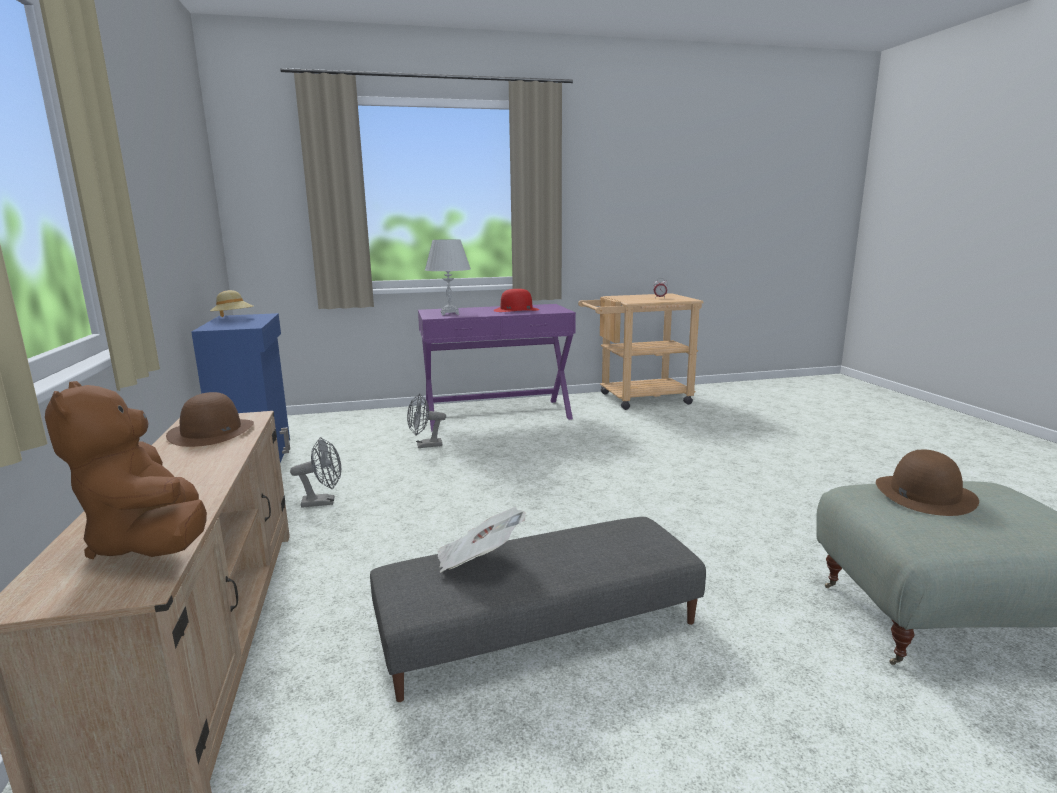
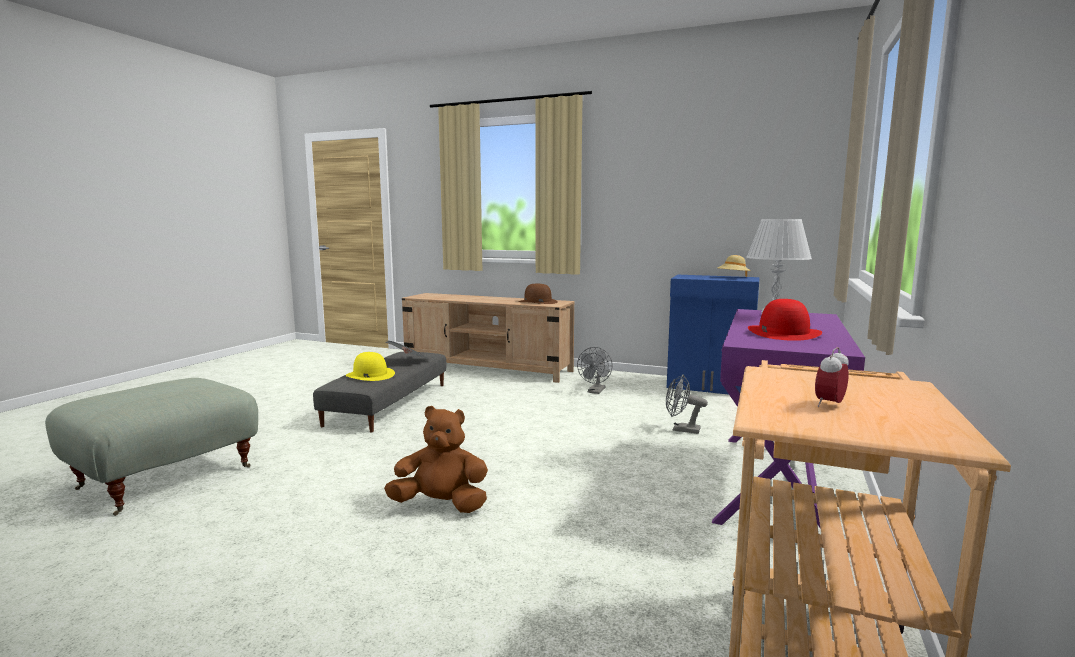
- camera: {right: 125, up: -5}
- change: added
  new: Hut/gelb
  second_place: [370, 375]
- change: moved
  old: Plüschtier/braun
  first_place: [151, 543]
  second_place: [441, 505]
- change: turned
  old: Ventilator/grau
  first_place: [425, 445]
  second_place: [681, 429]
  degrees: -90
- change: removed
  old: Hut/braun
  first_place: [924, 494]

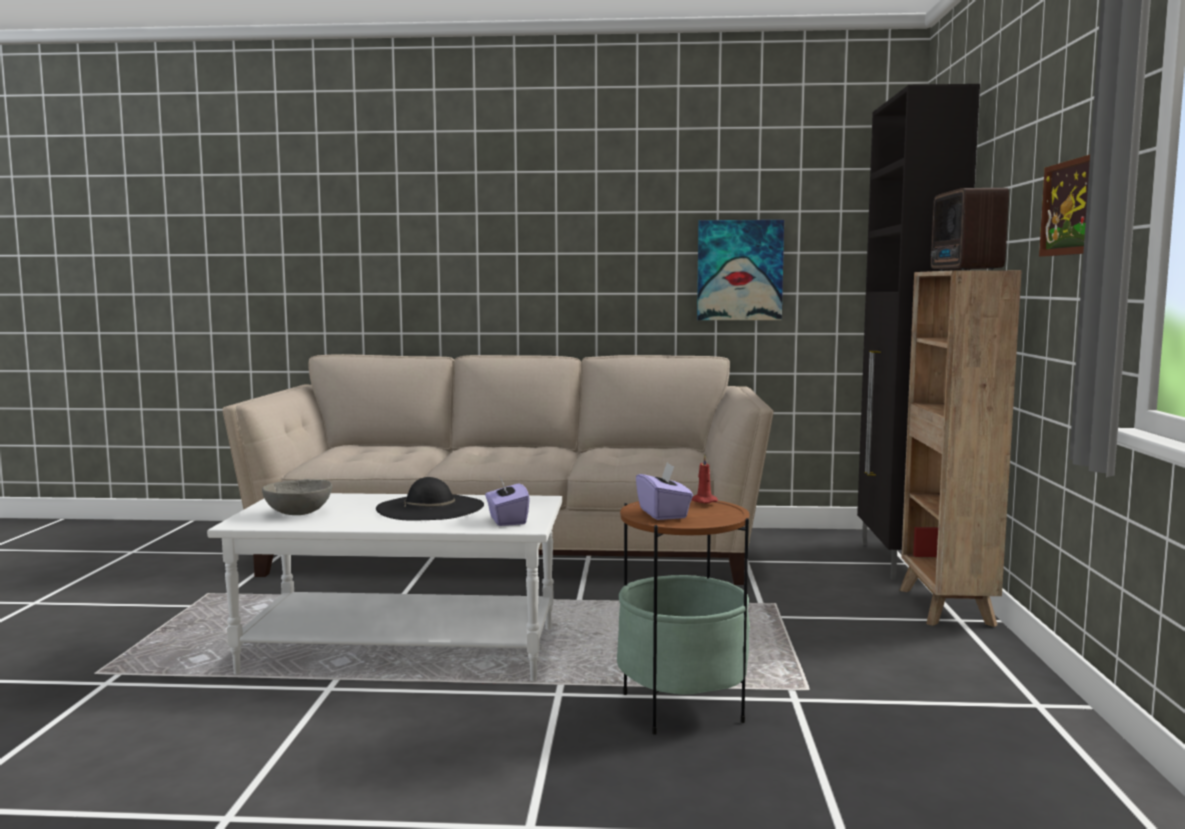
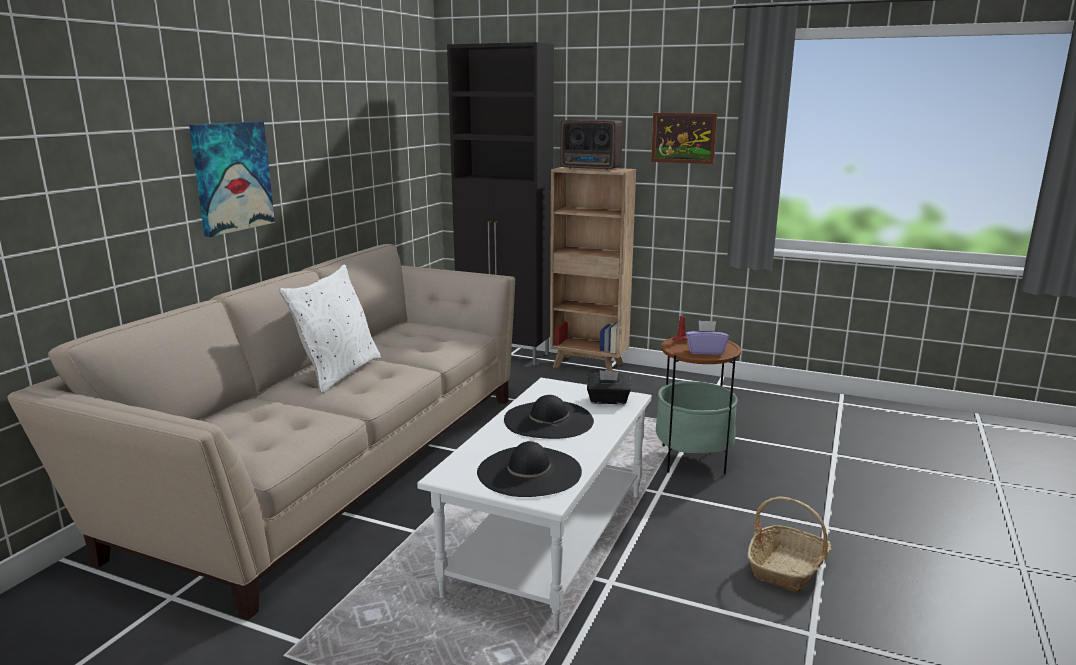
- camera: {right: -70, up: 10}
- change: moved
  old: Bild
  first_place: [739, 270]
  second_place: [232, 177]
- change: added
  new: Kissen/weiß
  second_place: [337, 372]
- change: replaced
  old: Schüssel/grau
  new: Hut/schwarz
  first_place: [297, 513]
  second_place: [529, 471]
- change: recoloured
  old: Taschentuchbox/lila
  new: Taschentuchbox/schwarz
  first_place: [506, 520]
  second_place: [608, 400]
- change: added
  new: Korb
  second_place: [787, 568]

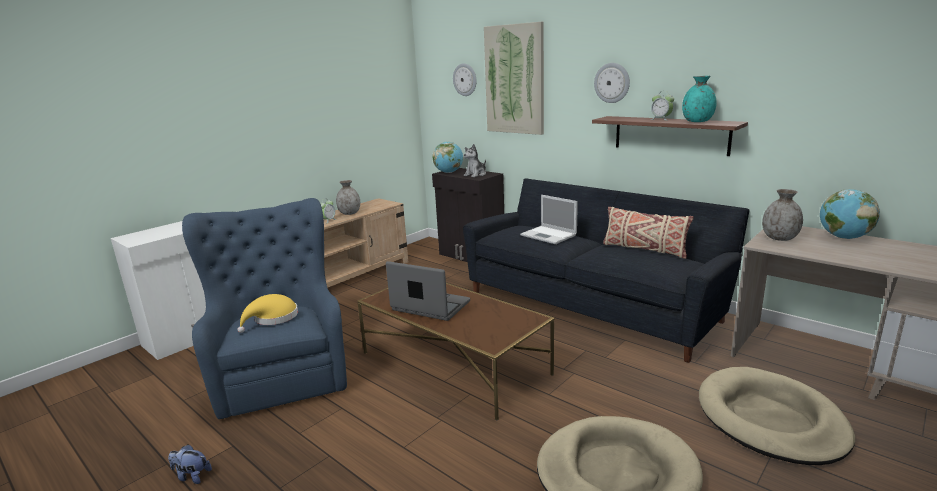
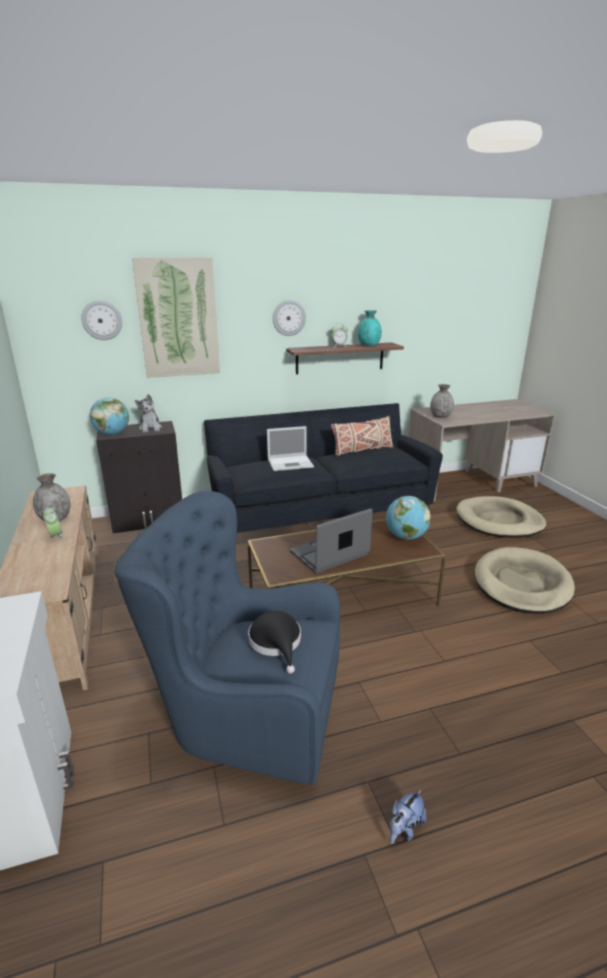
- camera: {right: -60, up: 5}
- change: recoloured
  old: Hut/gelb
  new: Hut/schwarz
  first_place: [273, 318]
  second_place: [276, 642]
- change: moved
  old: Globus
  first_place: [843, 237]
  second_place: [405, 537]

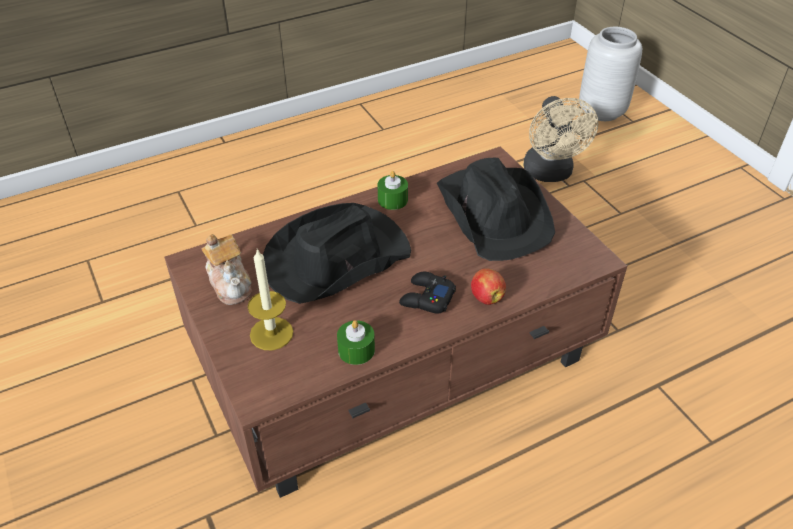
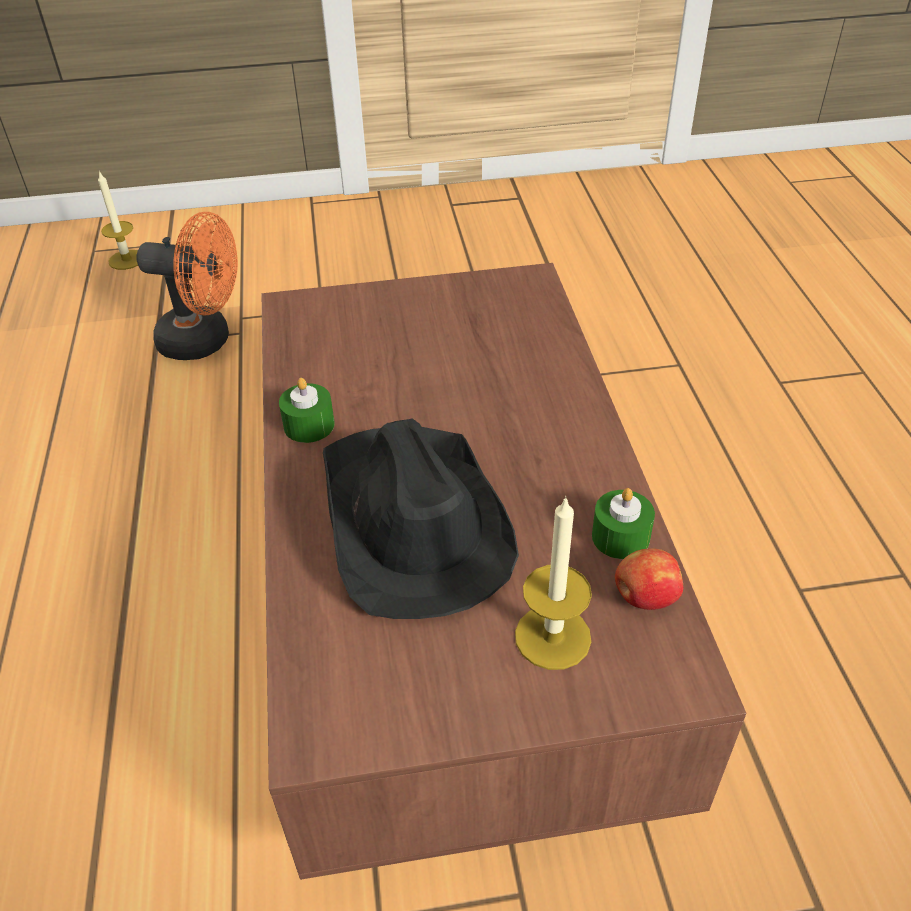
- camera: {right: -70, up: 0}
- change: replaced
  old: Vase/grau
  new: Kerze
  first_place: [602, 112]
  second_place: [126, 259]
- change: recoloured
  old: Ventilator/beige
  new: Ventilator/orange
  first_place: [550, 174]
  second_place: [205, 341]
- change: moved
  old: Apfel
  first_place: [486, 297]
  second_place: [644, 597]
- change: removed
  old: Teekanne
  first_place: [230, 283]
- change: removed
  old: Gamepad/schwarz
  first_place: [426, 298]
- change: removed
  old: Hut/schwarz
  first_place: [494, 212]

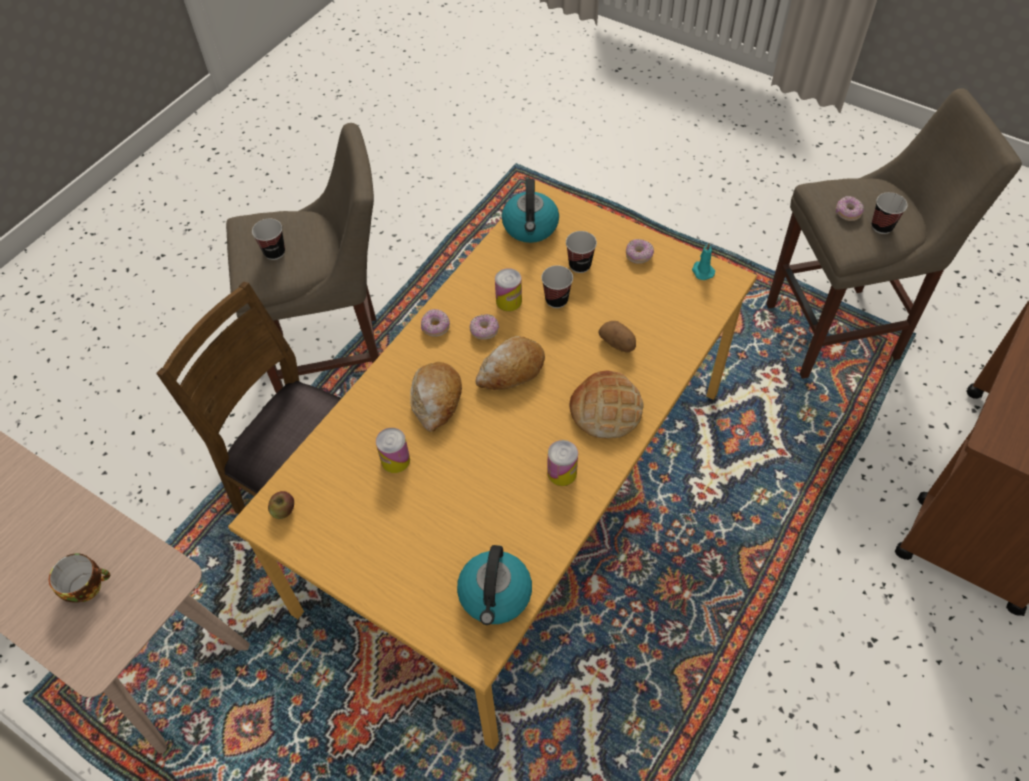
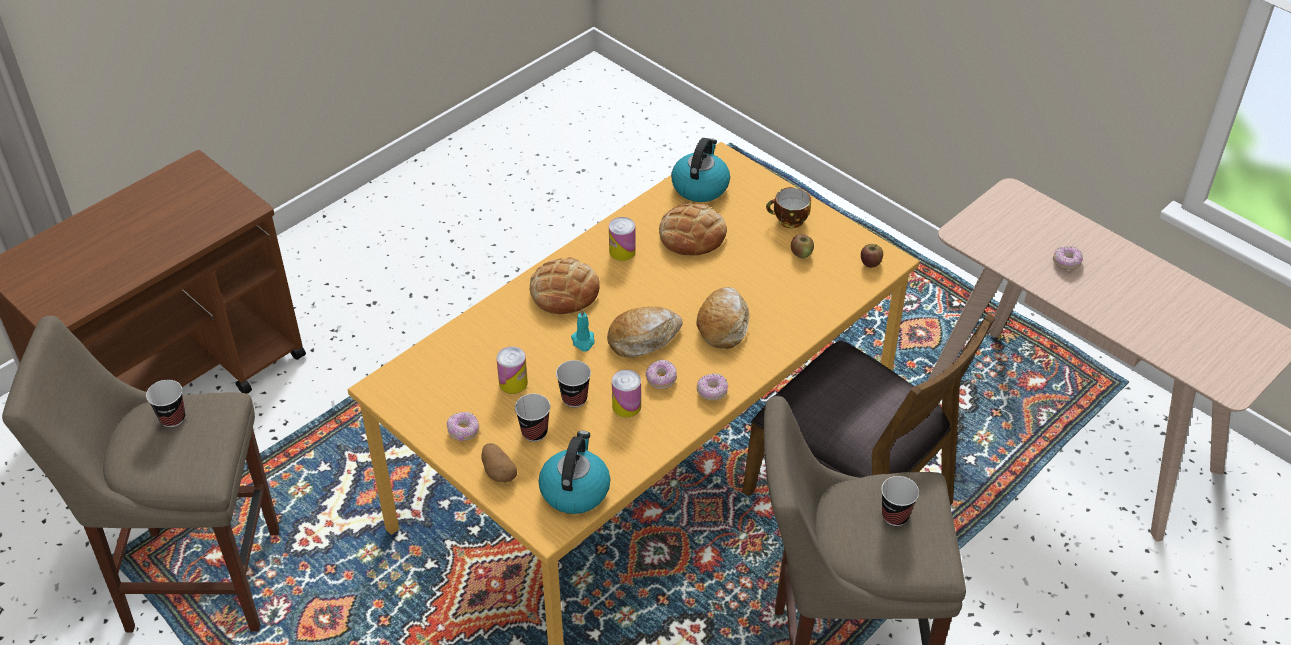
- camera: {right: -170, up: -10}
- change: moved
  old: Kartoffel
  first_place: [618, 343]
  second_place: [498, 471]
- change: moved
  old: Dose
  first_place: [395, 460]
  second_place: [513, 383]
- change: moved
  old: Kerze/türkis
  first_place: [702, 271]
  second_place: [583, 341]
- change: added
  new: Brot
  second_place: [692, 235]
- change: moved
  old: Tasse
  first_place: [88, 586]
  second_place: [789, 221]
- change: added
  new: Apfel
  second_place: [801, 253]
- change: moved
  old: Donut
  first_place: [847, 213]
  second_place: [1066, 263]

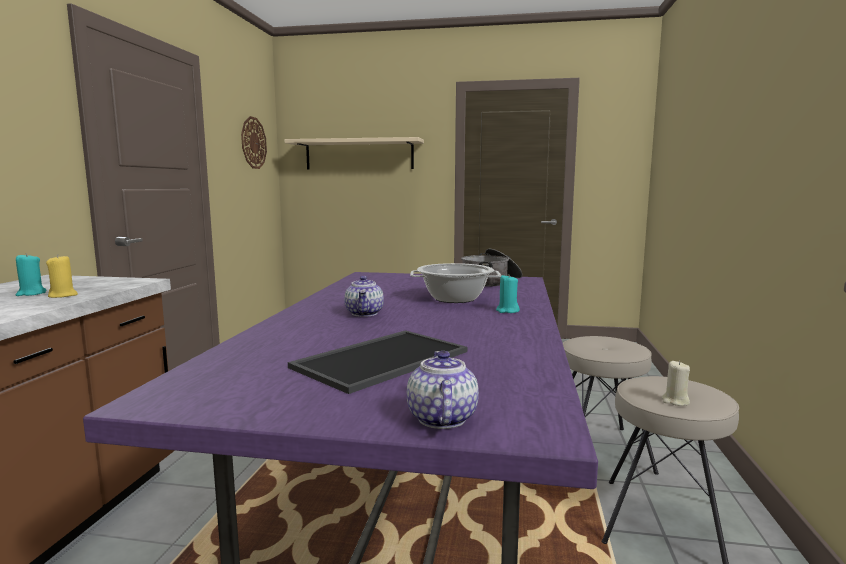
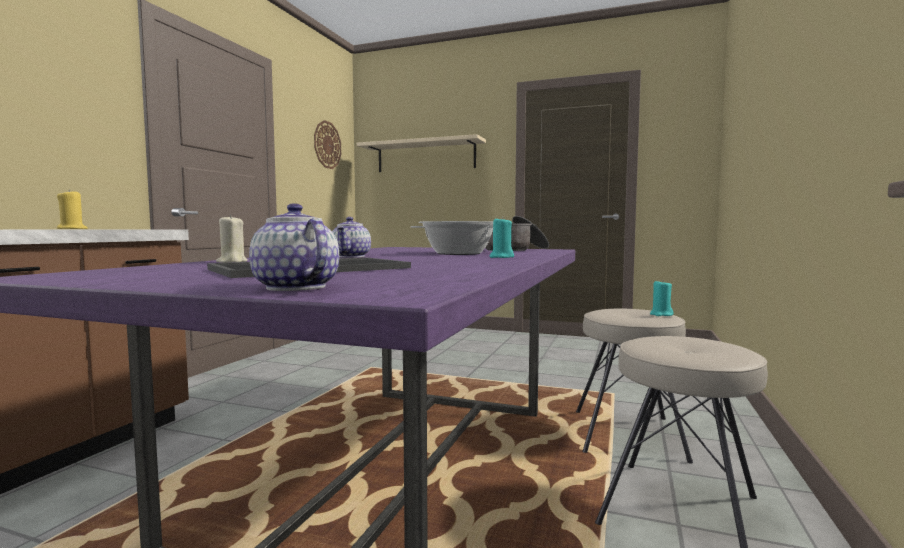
- camera: {right: 10, up: -5}
- change: moved
  old: Kerze/beige
  first_place: [675, 401]
  second_place: [232, 262]
- change: turned
  old: Teekanne
  first_place: [441, 418]
  second_place: [294, 287]
  degrees: -45
- change: moved
  old: Kerze/türkis
  first_place: [31, 293]
  second_place: [661, 314]

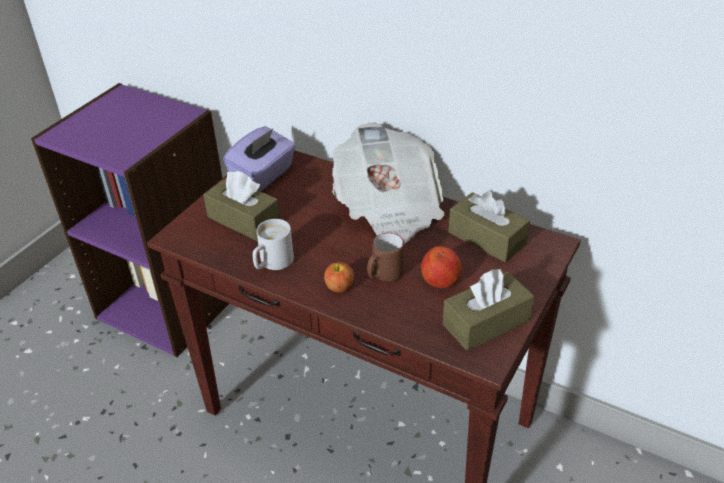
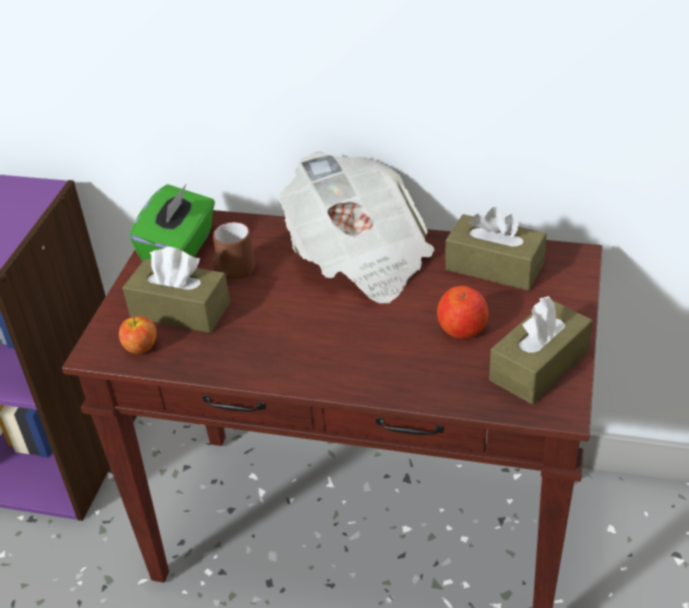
- camera: {right: -15, up: 0}
- change: moved
  old: Apfel
  first_place: [339, 287]
  second_place: [141, 347]
- change: recoloured
  old: Taschentuchbox/lila
  new: Taschentuchbox/grün
  first_place: [263, 175]
  second_place: [180, 249]
- change: moved
  old: Henkelbecher/braun
  first_place: [384, 275]
  second_place: [233, 274]
- change: removed
  old: Henkelbecher/weiß
  first_place: [272, 263]

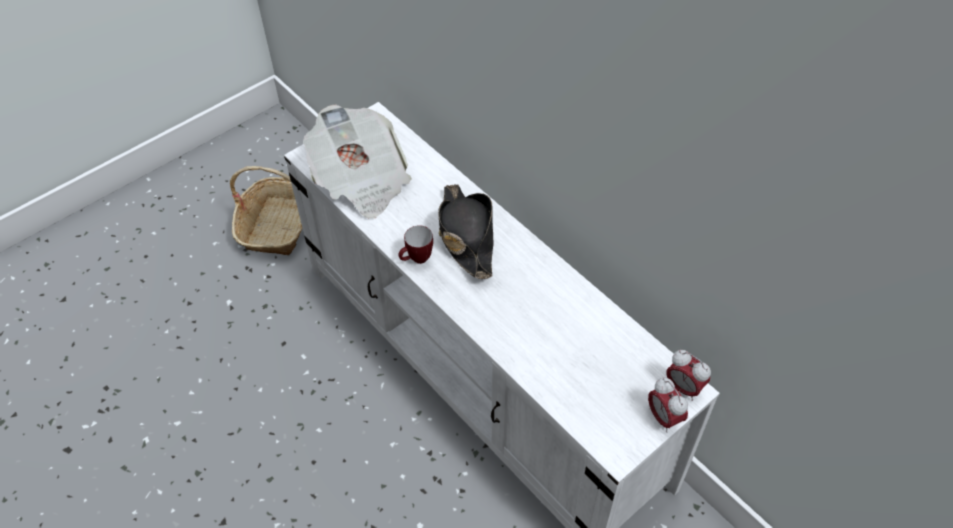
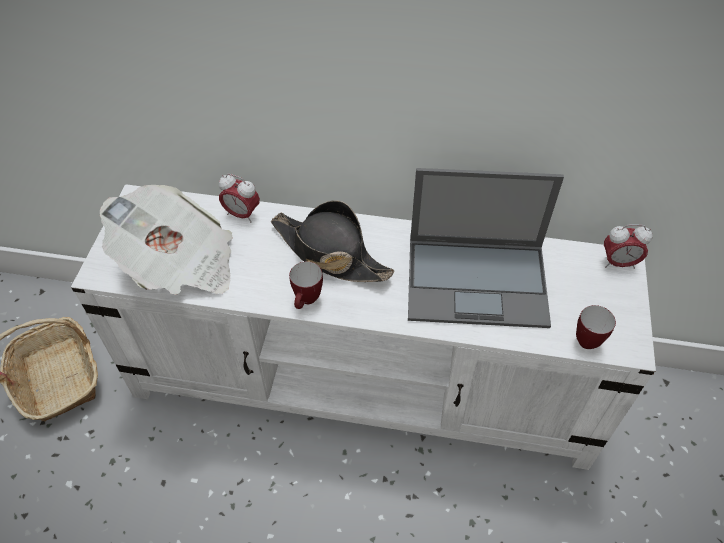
- camera: {right: -40, up: 0}
- change: moved
  old: Wecker
  first_place: [663, 417]
  second_place: [242, 214]
- change: added
  new: Laptop
  second_place: [478, 281]
- change: added
  new: Henkelbecher
  second_place: [587, 338]

